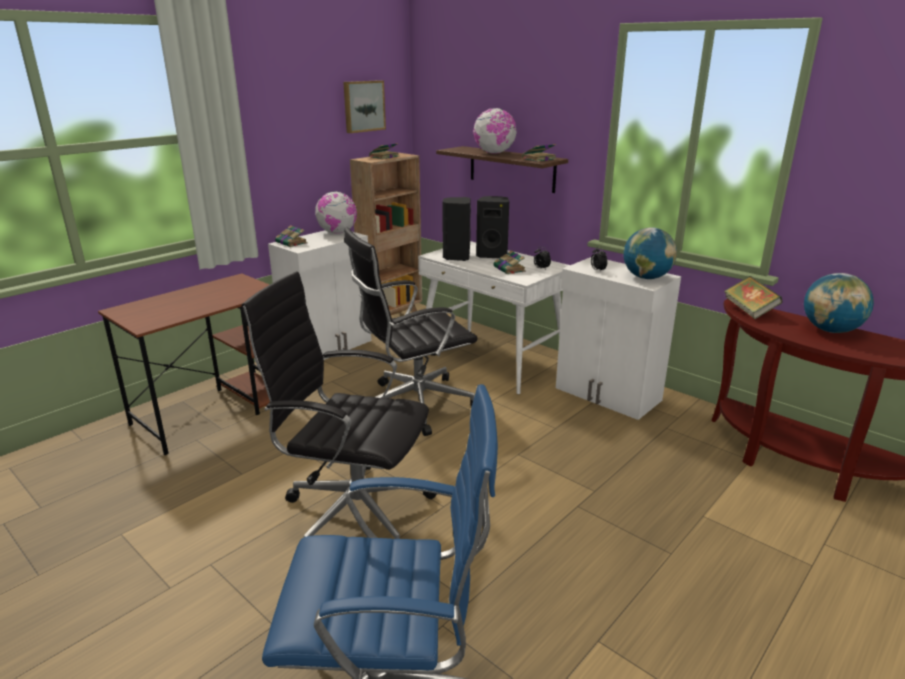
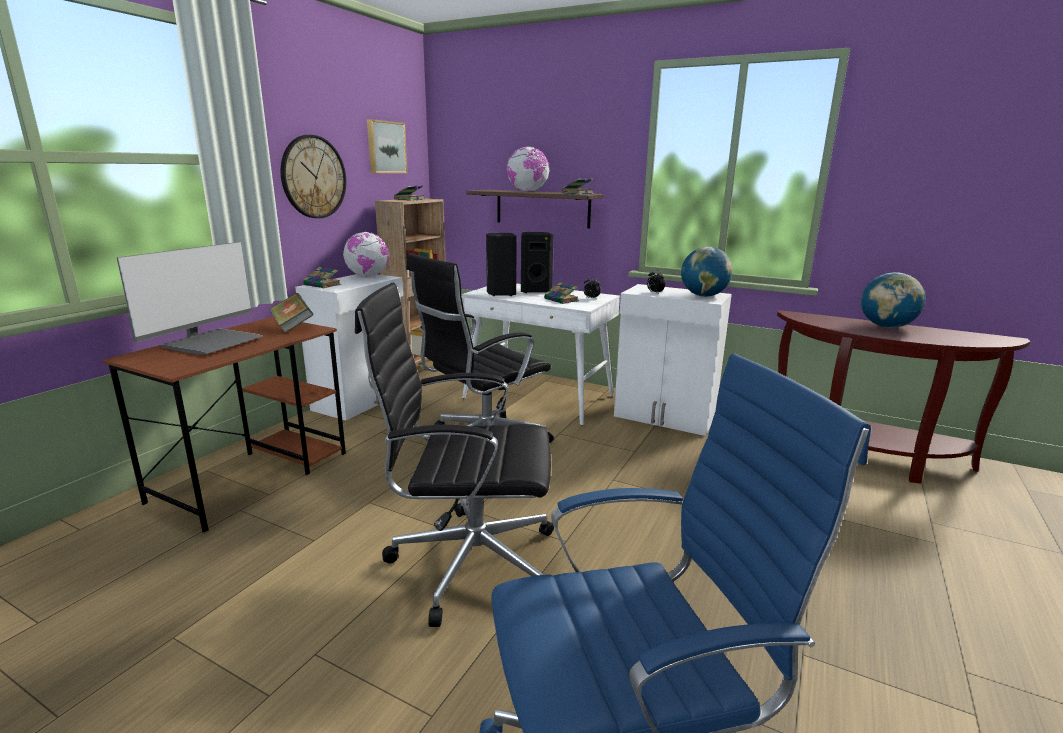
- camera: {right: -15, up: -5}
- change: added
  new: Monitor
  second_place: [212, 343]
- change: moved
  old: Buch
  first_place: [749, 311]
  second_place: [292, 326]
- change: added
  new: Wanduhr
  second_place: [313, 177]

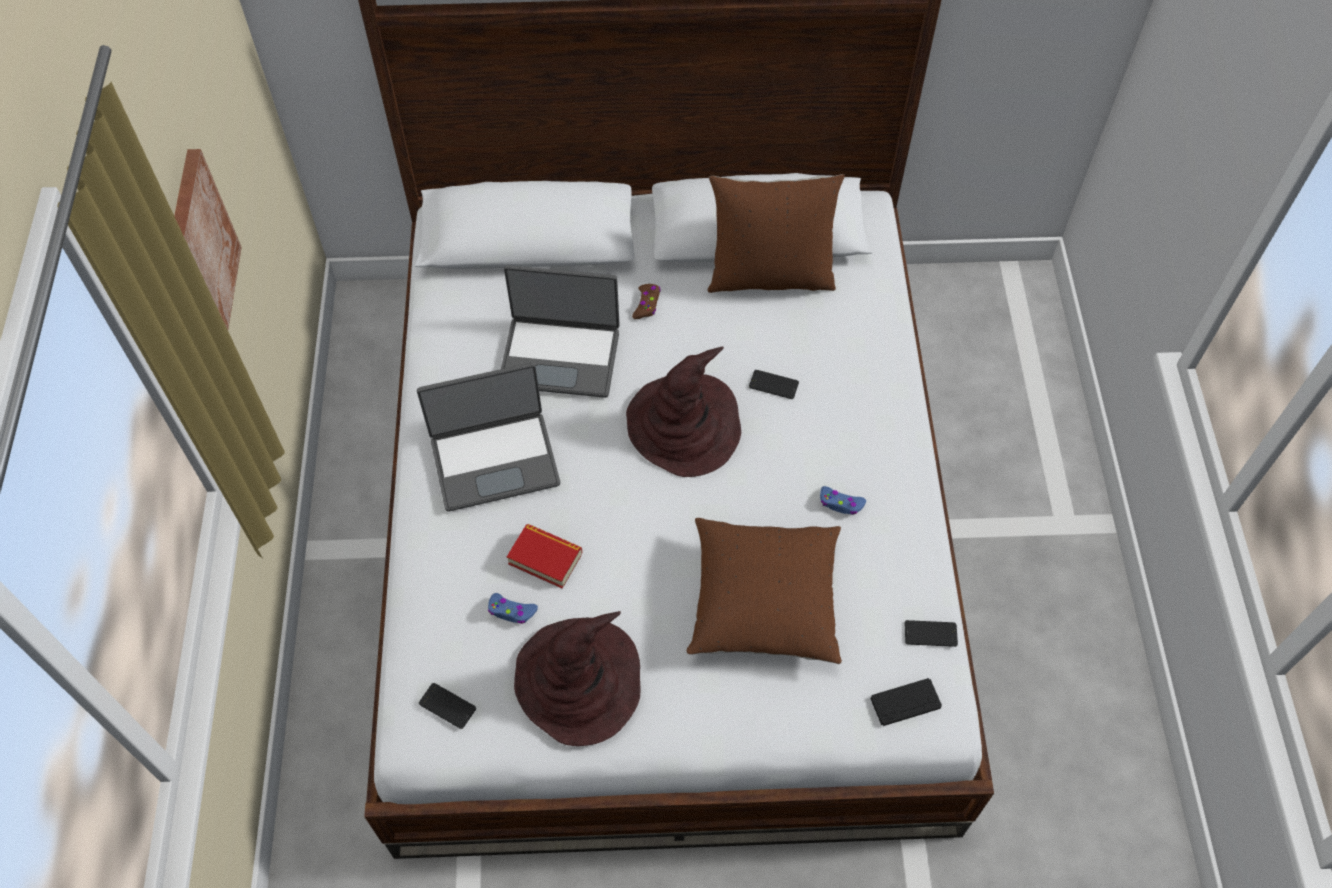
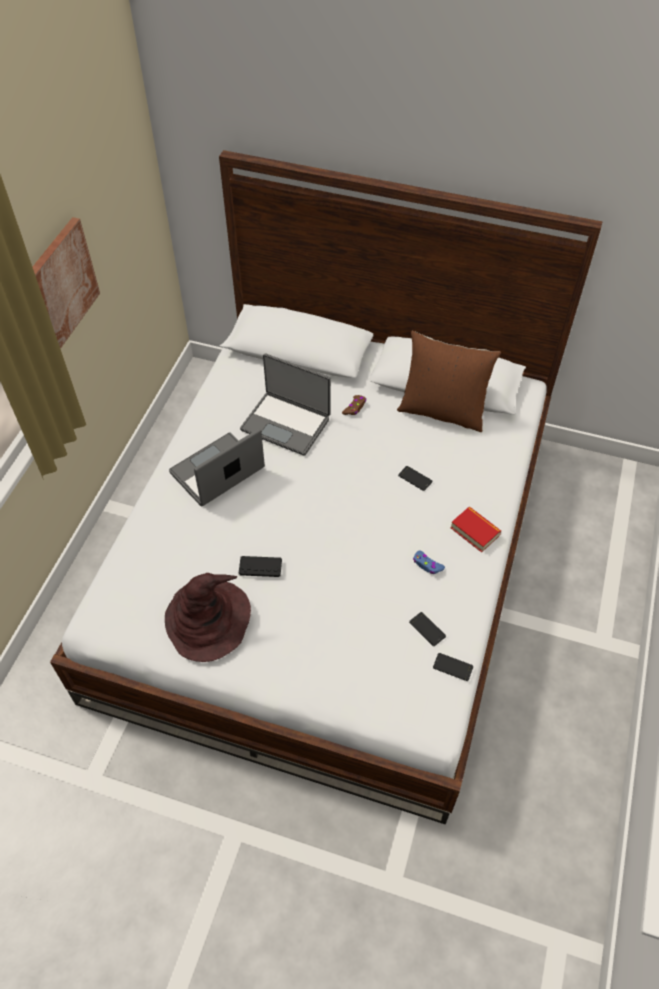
- camera: {right: 20, up: -5}
- change: turned
  old: Laptop
  first_place: [494, 460]
  second_place: [218, 472]
  degrees: 135
- change: moved
  old: Gamepad/schwarz
  first_place: [905, 702]
  second_place: [260, 567]
- change: moved
  old: Handy
  first_place: [447, 706]
  second_place: [427, 629]
- change: moved
  old: Buch
  first_place: [545, 559]
  second_place: [475, 531]
- change: removed
  old: Gamepad/blau
  first_place: [511, 611]
- change: removed
  old: Hut/braun
  first_place: [684, 425]
- change: removed
  old: Kissen/braun
  first_place: [763, 602]

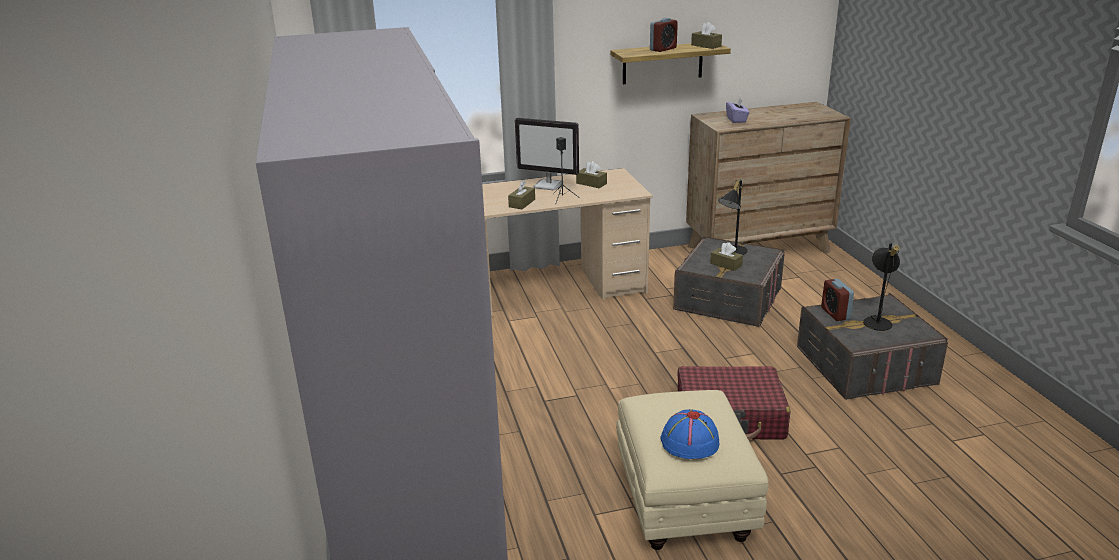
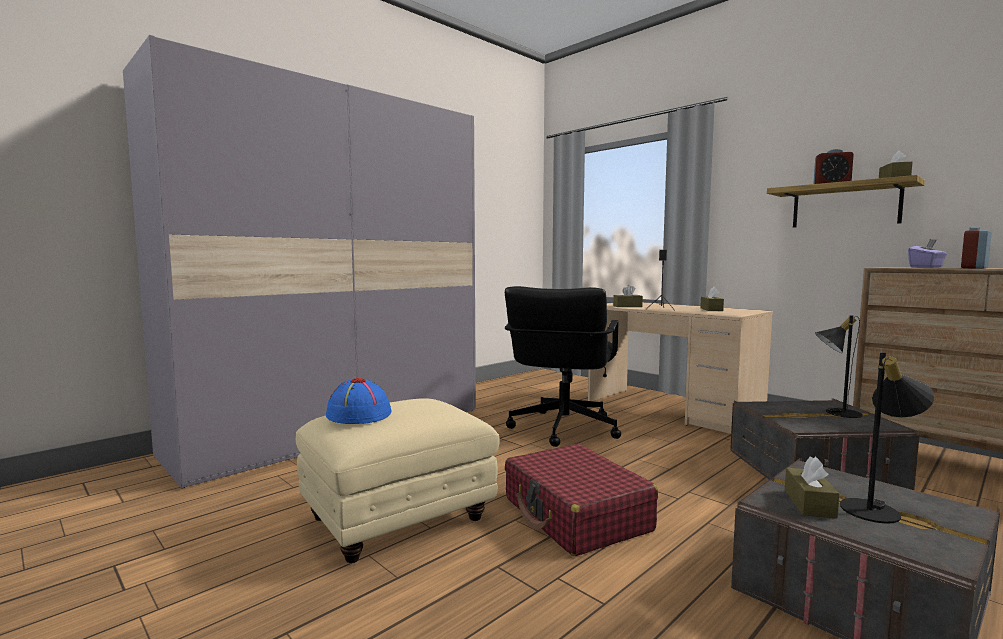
- camera: {right: 60, up: -20}
- change: added
  new: Bürostuhl/schwarz
  second_place: [562, 429]
- change: moved
  old: Taschentuchbox/braun
  first_place: [726, 264]
  second_place: [809, 503]
- change: moved
  old: Wecker
  first_place: [835, 313]
  second_place: [974, 268]
- change: removed
  old: Monitor
  first_place: [549, 185]

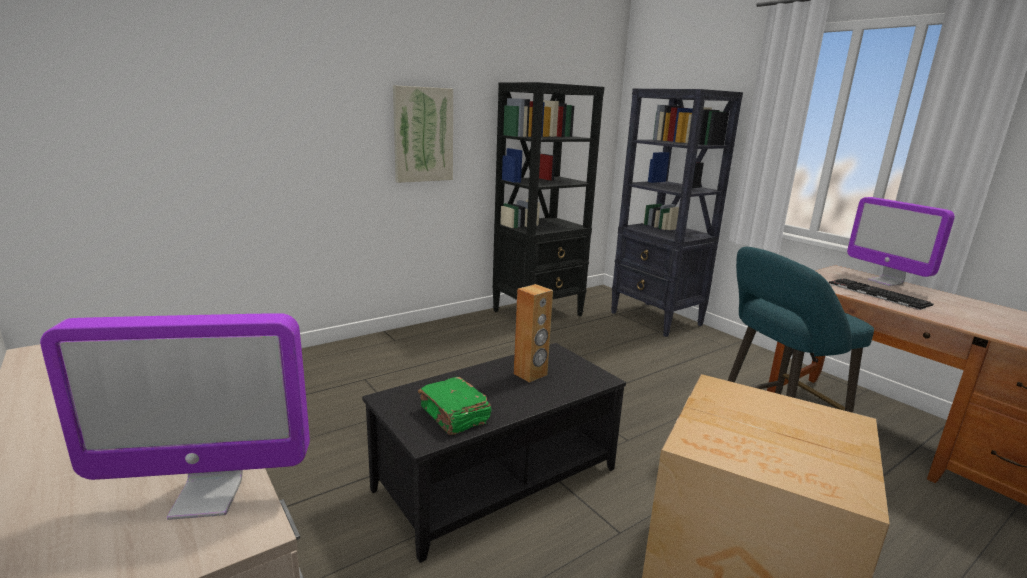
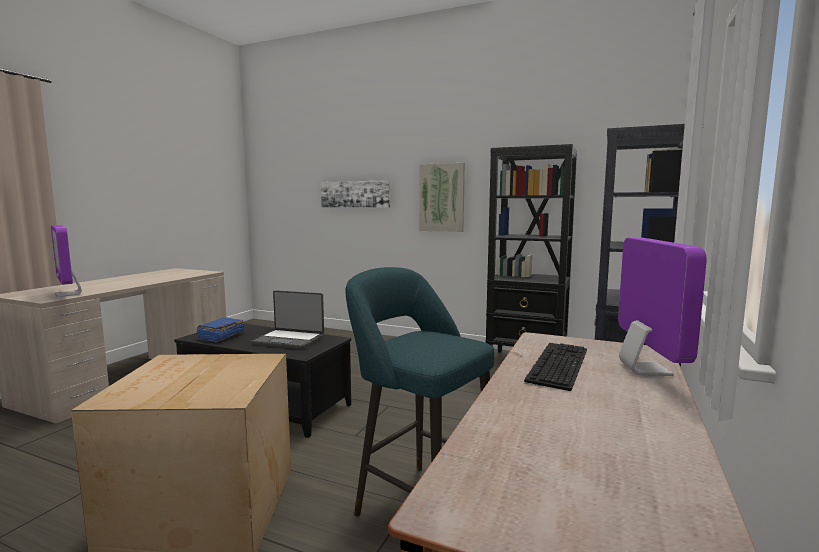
- camera: {right: 60, up: -10}
- change: recoloured
  old: Buch/grün
  new: Buch/blau
  first_place: [454, 416]
  second_place: [220, 337]
- change: replaced
  old: Lautsprecher/braun
  new: Laptop
  first_place: [530, 374]
  second_place: [289, 340]
- change: added
  new: Bild
  second_place: [355, 194]
- change: turned
  old: Monitor
  first_place: [885, 282]
  second_place: [644, 369]
  degrees: 150

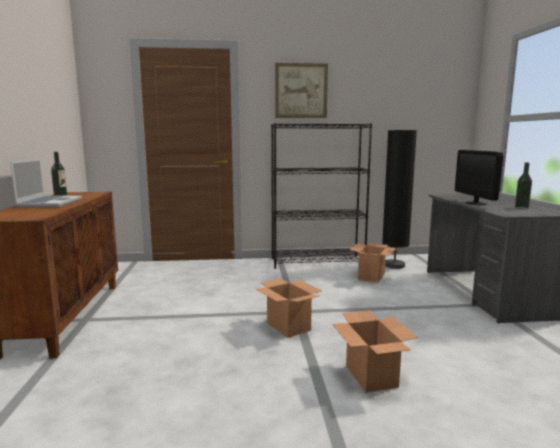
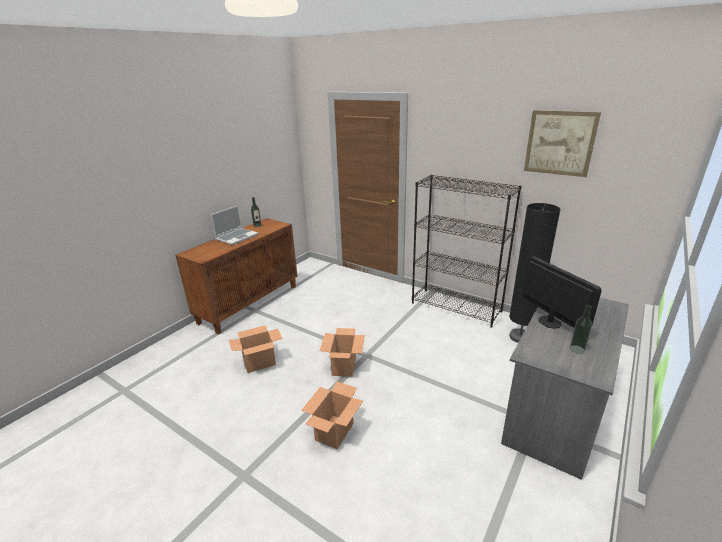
- camera: {right: 40, up: 15}
- change: moved
  old: Karton
  first_place: [371, 276]
  second_place: [260, 362]
- change: turned
  old: Monitor
  first_place: [475, 203]
  second_place: [549, 322]
  degrees: 120
- change: moved
  old: Bild
  first_place: [301, 91]
  second_place: [559, 143]

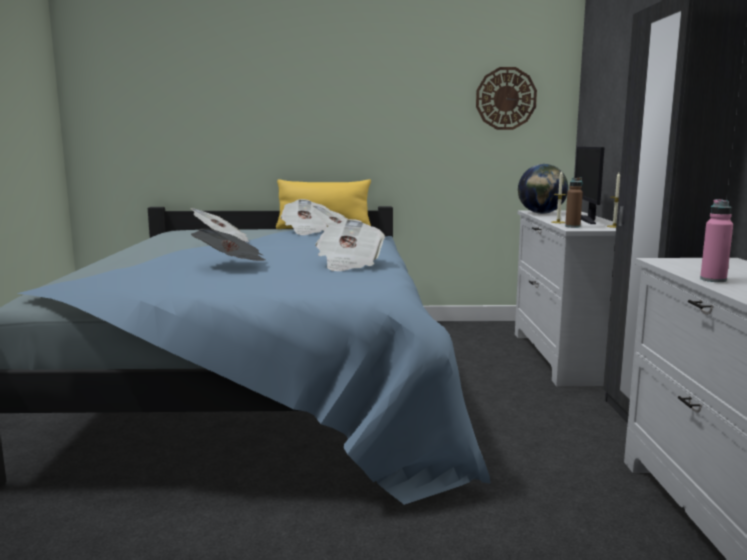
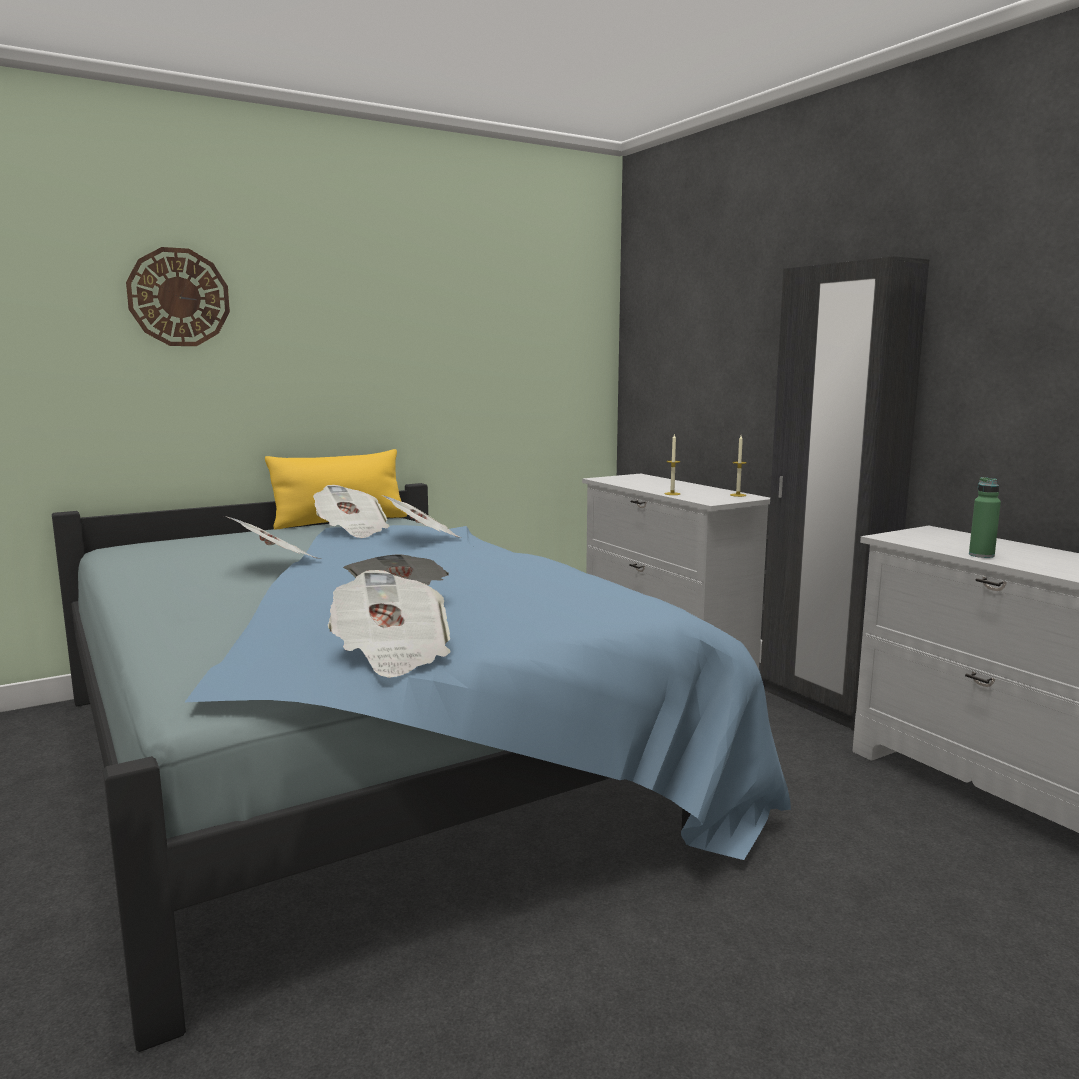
- camera: {right: -30, up: 0}
- change: moved
  old: Wanduhr
  first_place: [506, 98]
  second_place: [179, 297]
- change: moved
  old: Zeitung
  first_place: [349, 264]
  second_place: [391, 654]
- change: recoloured
  old: Flasche/rosa
  new: Flasche/grün
  first_place: [713, 280]
  second_place: [981, 555]
- change: removed
  old: Globus
  first_place: [541, 213]
- change: removed
  old: Flasche/braun
  first_place: [572, 226]
- change: removed
  old: Monitor
  first_place: [587, 220]

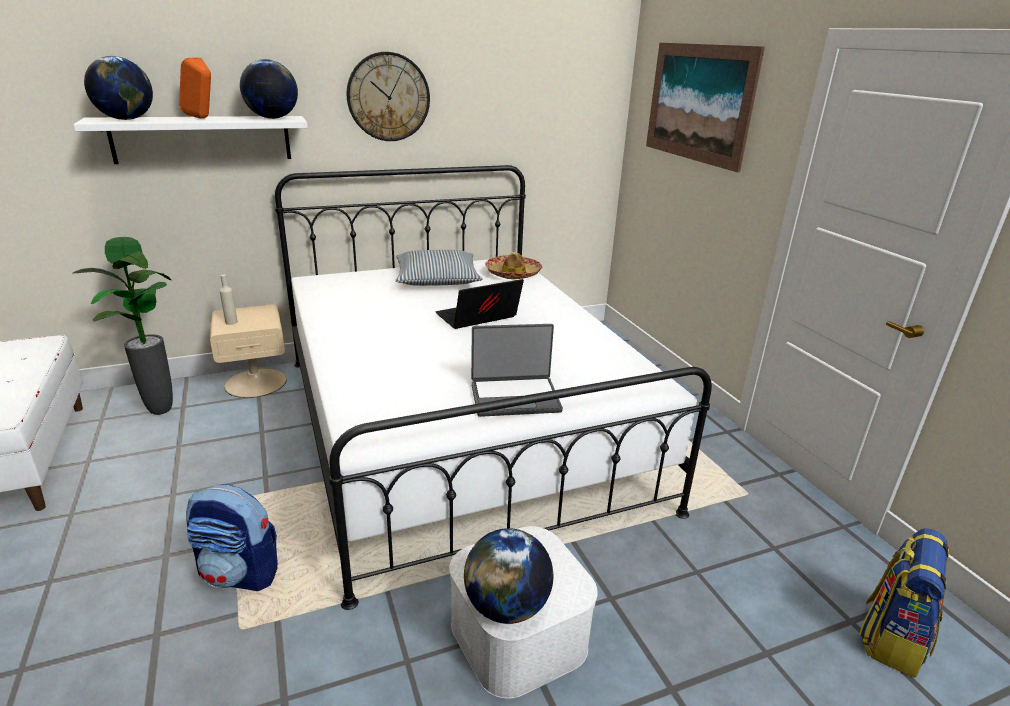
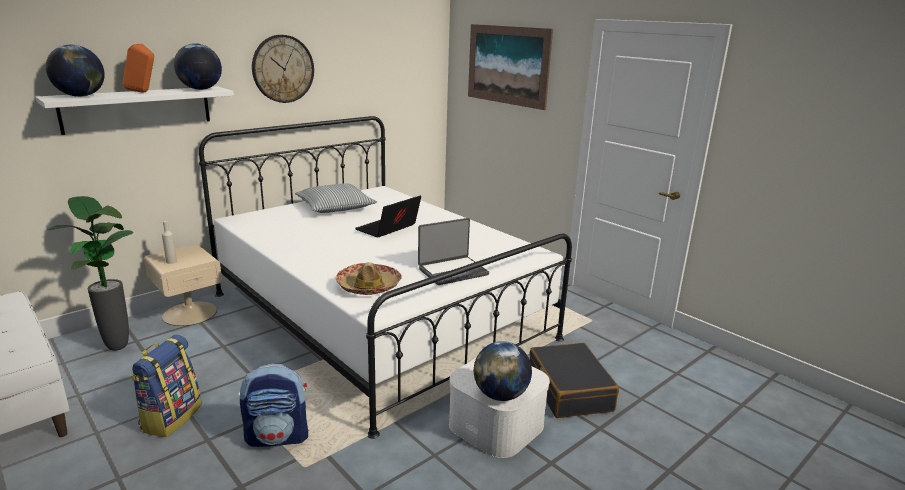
- camera: {right: -20, up: -5}
- change: moved
  old: Rucksack
  first_place: [891, 638]
  second_place: [171, 417]
- change: moved
  old: Hut
  first_place: [513, 273]
  second_place: [369, 286]
- change: added
  new: Koffer/schwarz
  second_place: [568, 390]

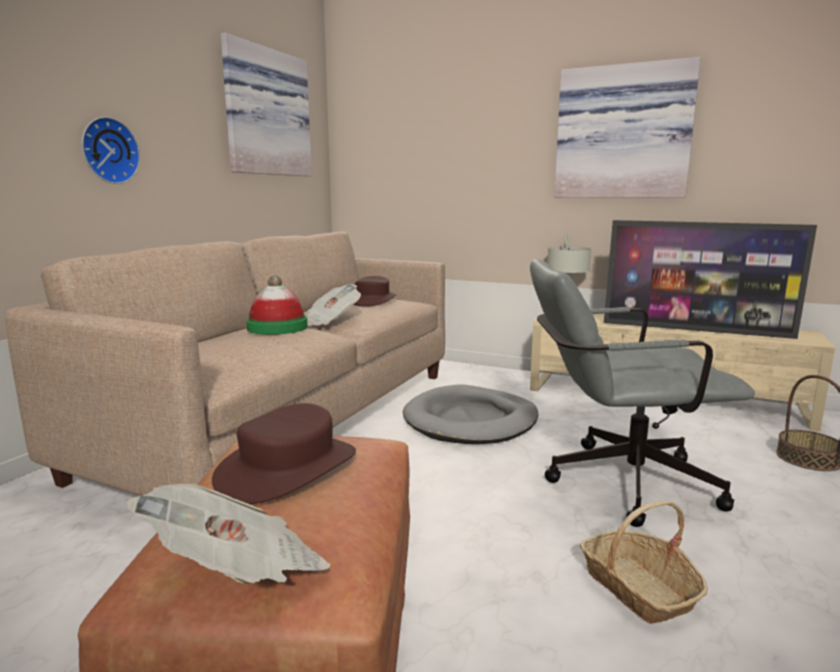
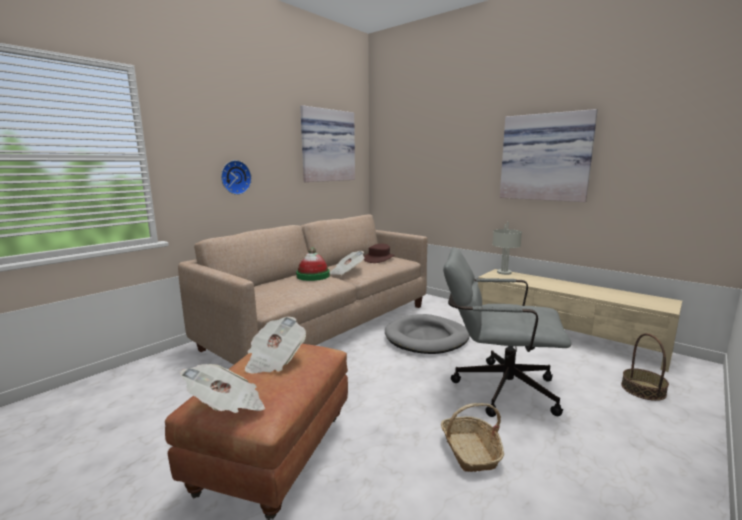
- camera: {right: 15, up: 0}
- change: replaced
  old: Hut/braun
  new: Zeitung
  first_place: [288, 468]
  second_place: [274, 360]
- change: removed
  old: Fernseher
  first_place: [695, 330]

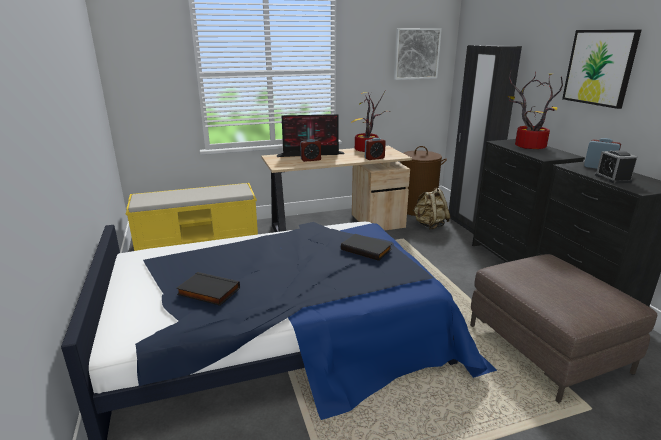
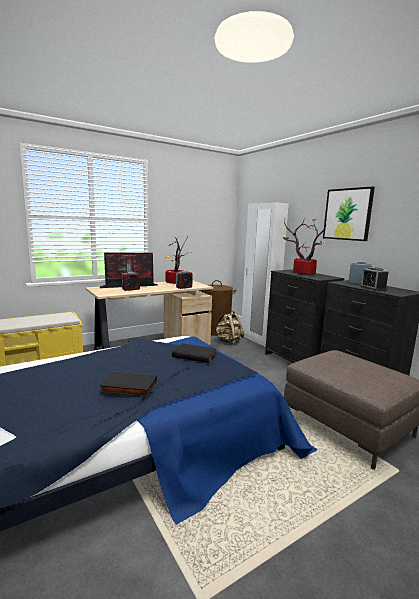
- camera: {right: -15, up: -10}
- change: moved
  old: Buch/schwarz
  first_place: [207, 292]
  second_place: [128, 387]
- change: recoloured
  old: Kleiderschrank/schwarz
  new: Kleiderschrank/weiß
  first_place: [469, 225]
  second_place: [258, 340]
- change: removed
  old: Bild
  first_place: [416, 54]

